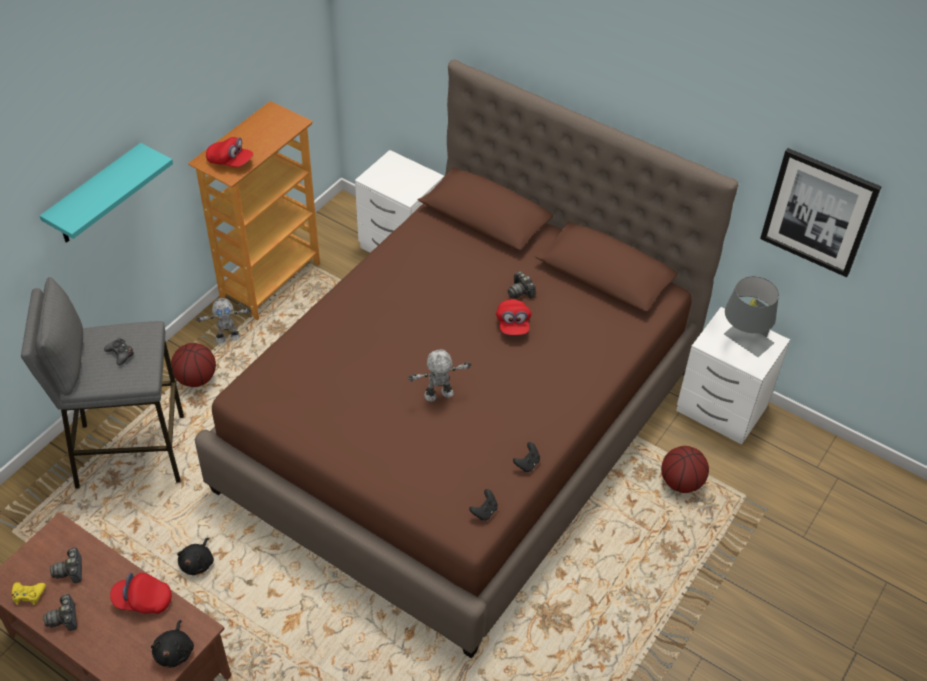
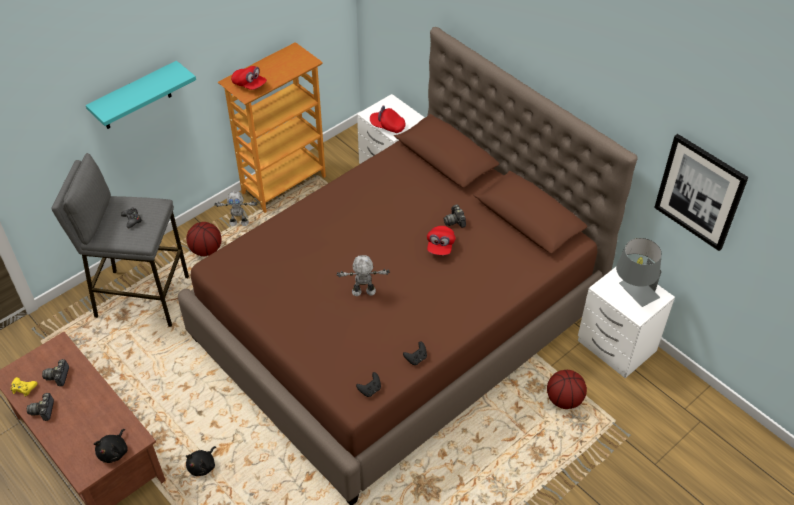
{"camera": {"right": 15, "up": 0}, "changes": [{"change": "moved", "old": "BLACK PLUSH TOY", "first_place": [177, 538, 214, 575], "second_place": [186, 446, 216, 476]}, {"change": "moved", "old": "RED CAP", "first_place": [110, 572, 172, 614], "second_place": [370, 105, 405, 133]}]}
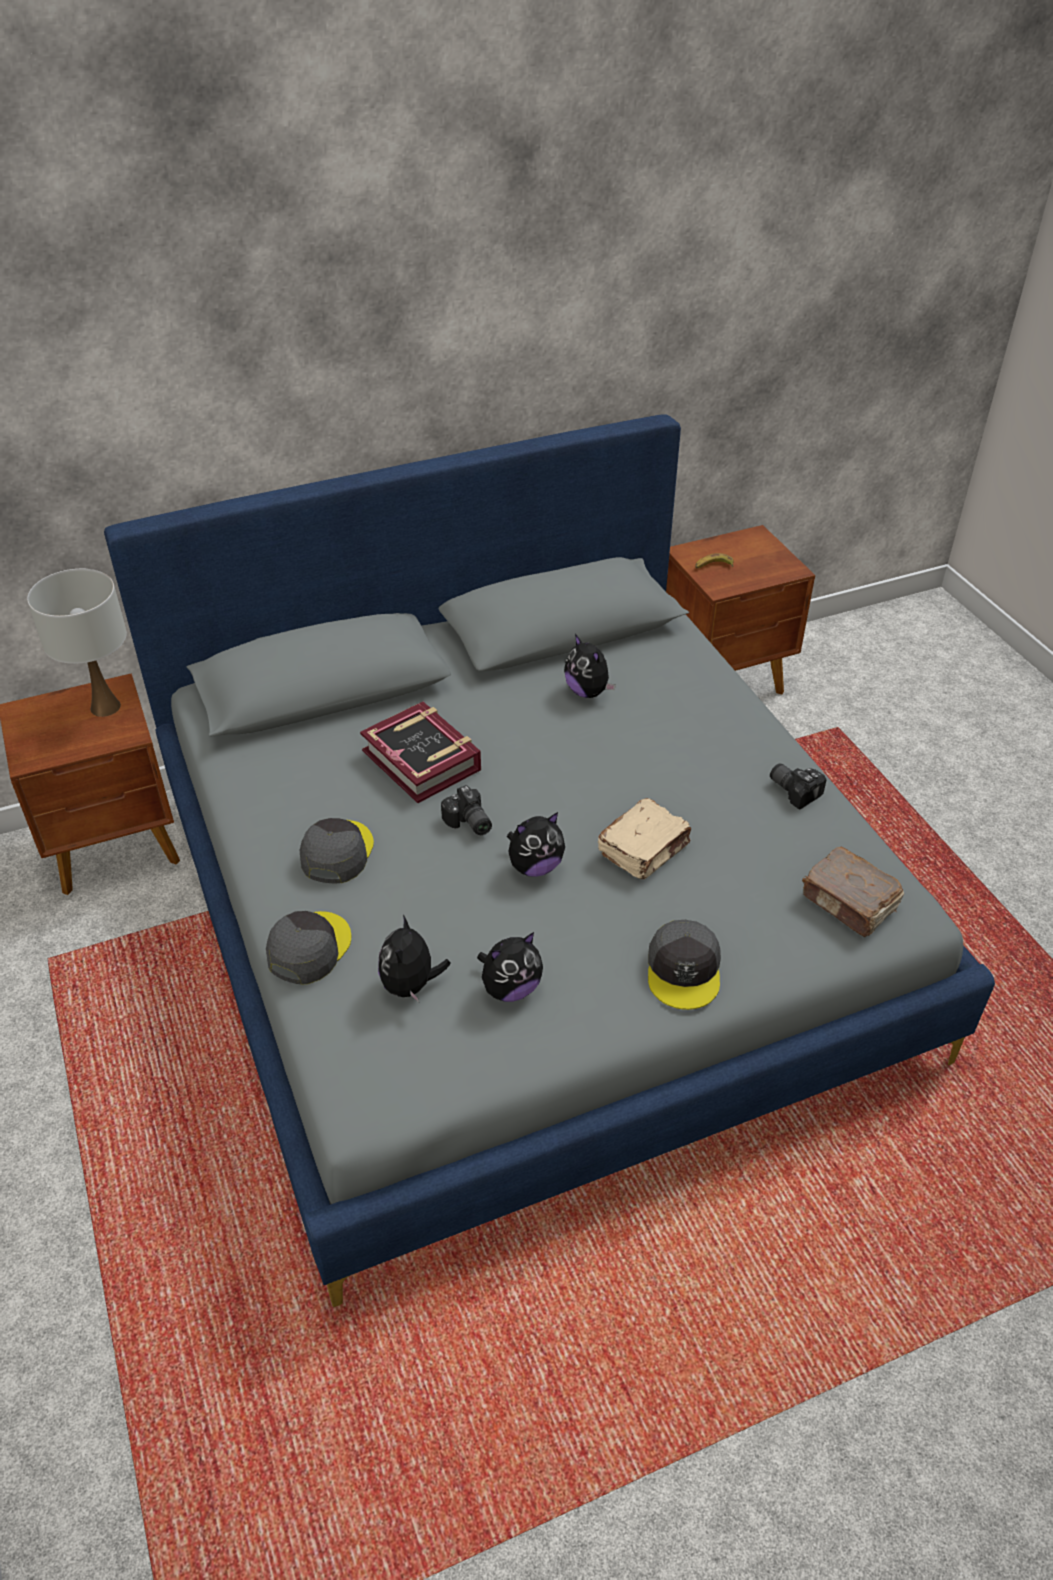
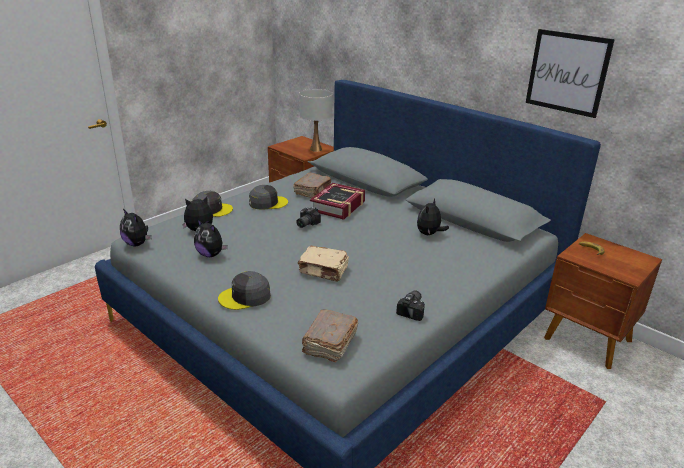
{"camera": {"right": 65, "up": -15}, "changes": [{"change": "moved", "old": "PLUSH TOY", "first_place": [507, 812, 565, 877], "second_place": [120, 209, 151, 246]}, {"change": "added", "new": "BROWN BOOK", "second_place": [294, 173, 331, 198]}, {"change": "added", "new": "PICTURE", "second_place": [526, 29, 615, 118]}]}
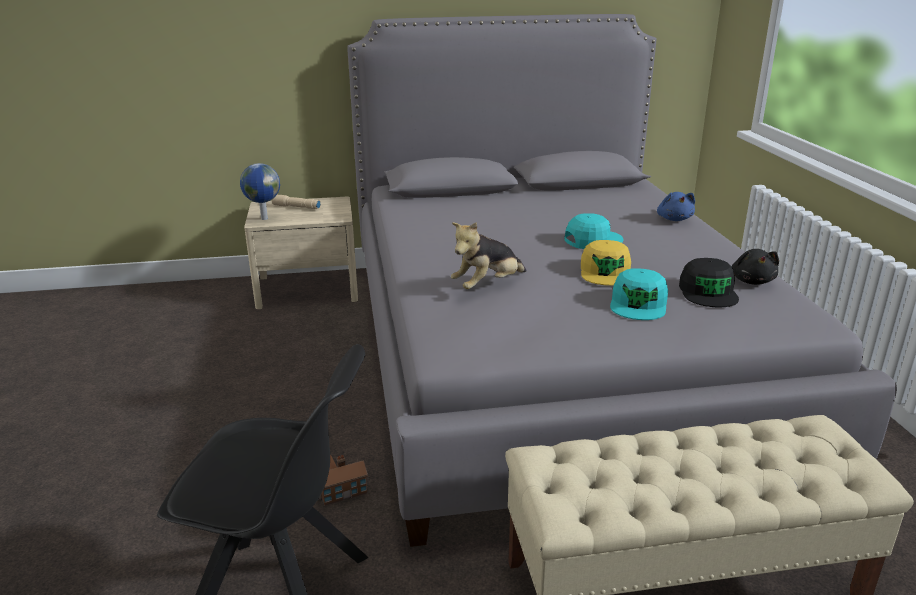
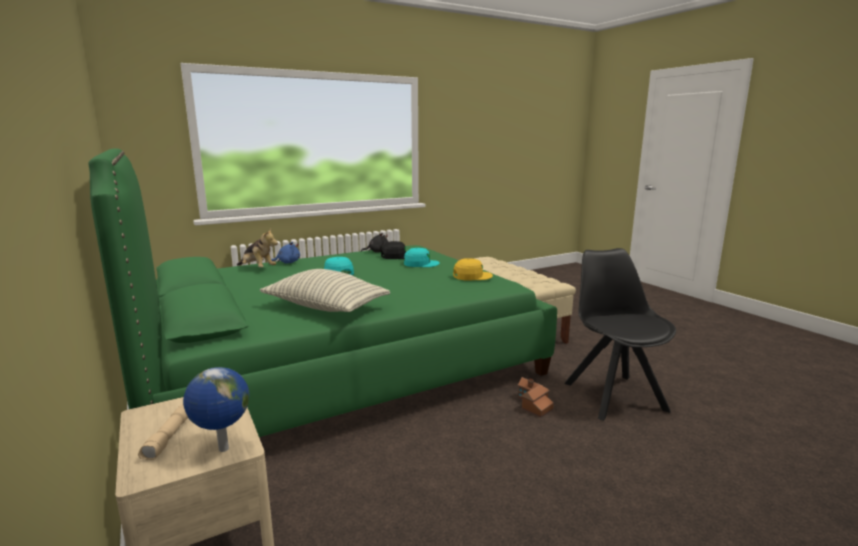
{"camera": {"right": -110, "up": -10}, "changes": [{"change": "recoloured", "old": "GREY BED", "new": "GREEN BED", "first_place": [347, 14, 897, 547], "second_place": [88, 148, 557, 437]}, {"change": "moved", "old": "PLUSH TOY", "first_place": [451, 222, 526, 289], "second_place": [237, 228, 278, 268]}, {"change": "added", "new": "PILLOW", "second_place": [260, 269, 390, 312]}, {"change": "moved", "old": "YELLOW CAP", "first_place": [581, 240, 631, 286], "second_place": [453, 258, 493, 281]}]}
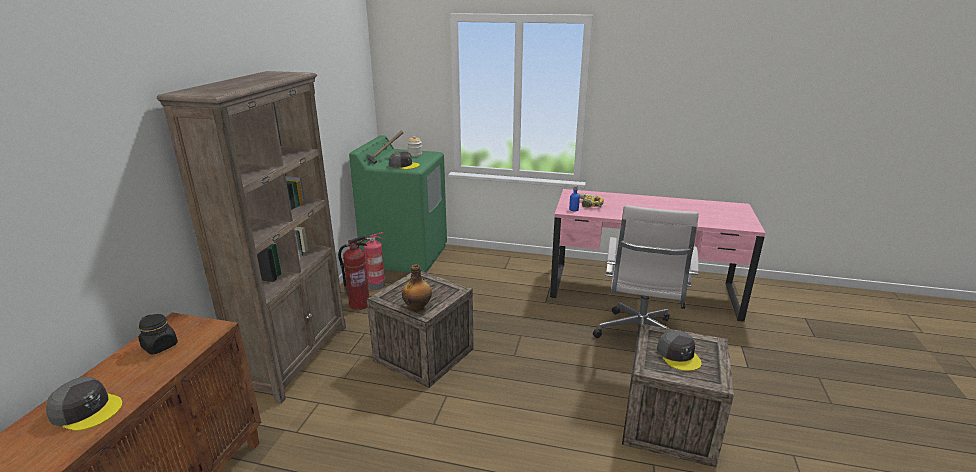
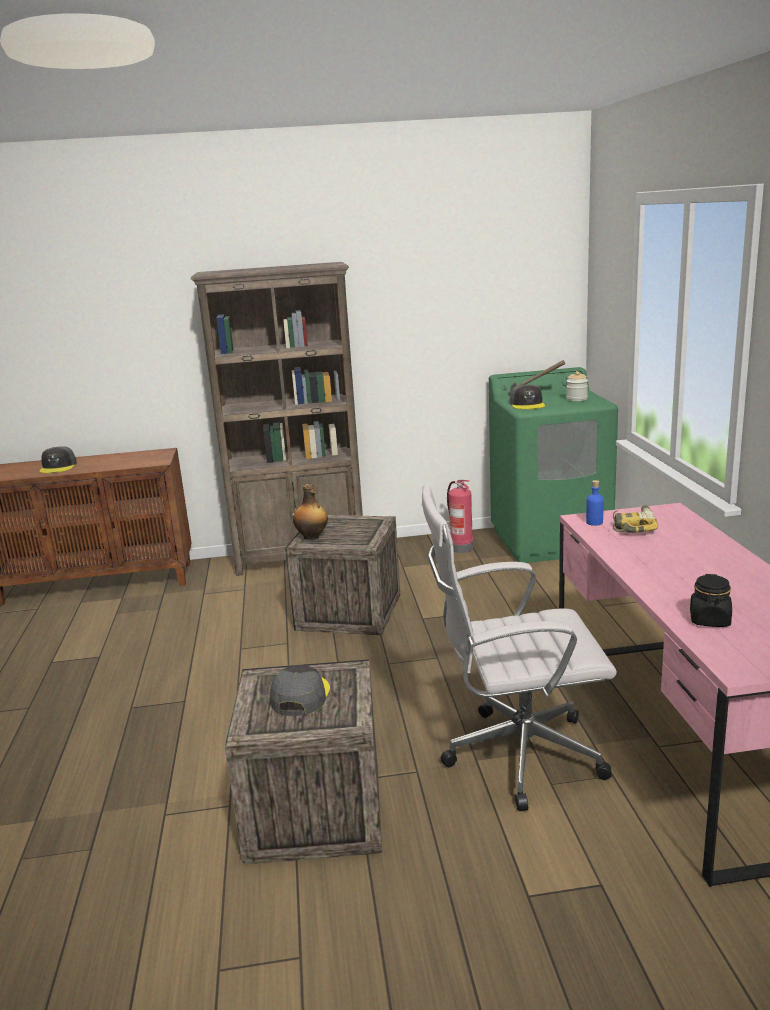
{"camera": {"right": 70, "up": -5}, "changes": [{"change": "turned", "old": "GREY CAP", "first_place": [657, 331, 701, 371], "second_place": [270, 665, 330, 716], "degrees": 135}, {"change": "moved", "old": "BLACK JAR", "first_place": [138, 314, 178, 354], "second_place": [690, 574, 732, 627]}, {"change": "removed", "old": "FIRE EXTINGUISHER", "first_place": [338, 235, 370, 310]}]}
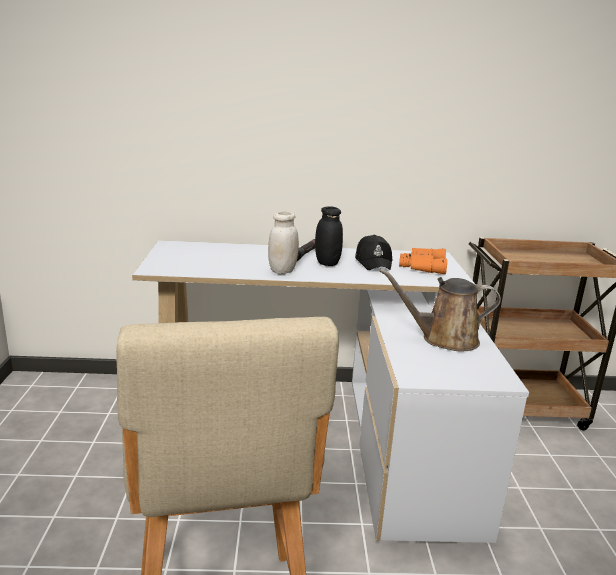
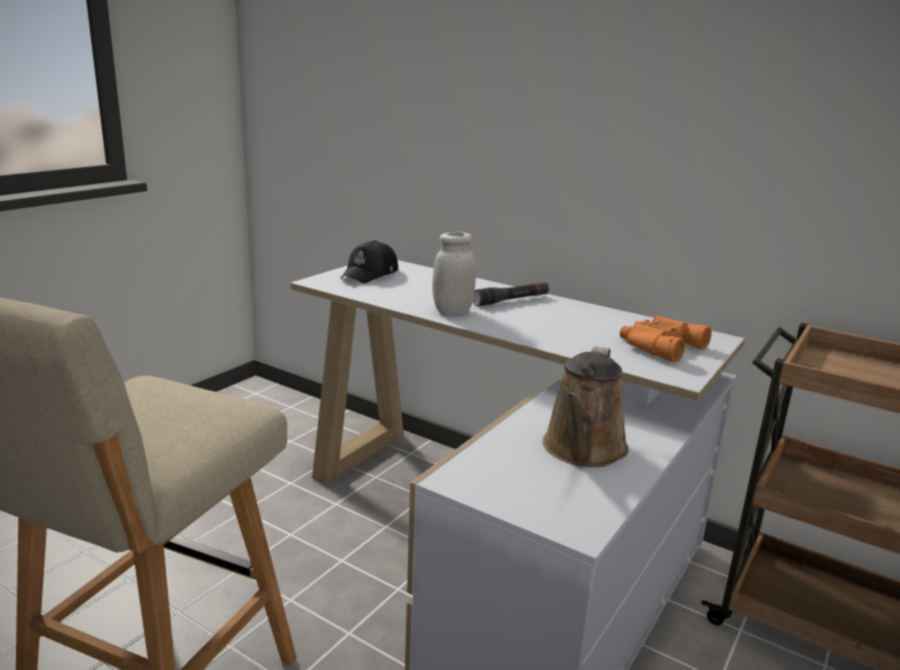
{"camera": {"right": 35, "up": 0}, "changes": [{"change": "moved", "old": "BLACK CAP", "first_place": [355, 235, 392, 270], "second_place": [340, 240, 398, 283]}, {"change": "turned", "old": "BROWN WATERING CAN", "first_place": [379, 269, 501, 351], "second_place": [543, 347, 629, 467], "degrees": -105}, {"change": "removed", "old": "BLACK JAR", "first_place": [315, 206, 343, 266]}]}
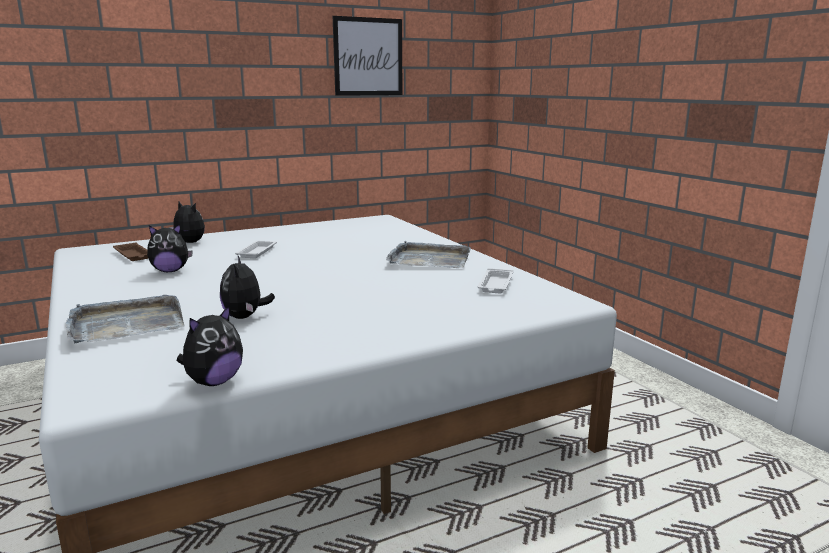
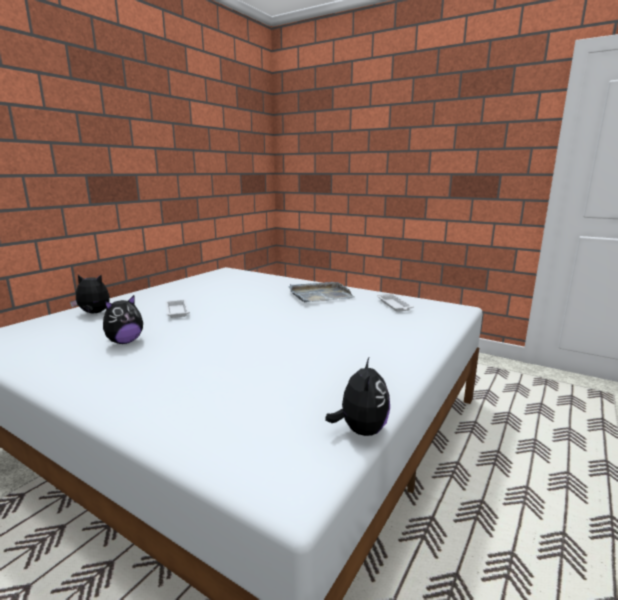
{"camera": {"right": -30, "up": 0}, "changes": [{"change": "removed", "old": "GREY TRAY", "first_place": [66, 295, 185, 343]}, {"change": "removed", "old": "BROWN TRAY", "first_place": [113, 243, 148, 261]}, {"change": "removed", "old": "PLUSH TOY", "first_place": [220, 256, 275, 319]}, {"change": "removed", "old": "PICTURE", "first_place": [333, 16, 402, 96]}]}
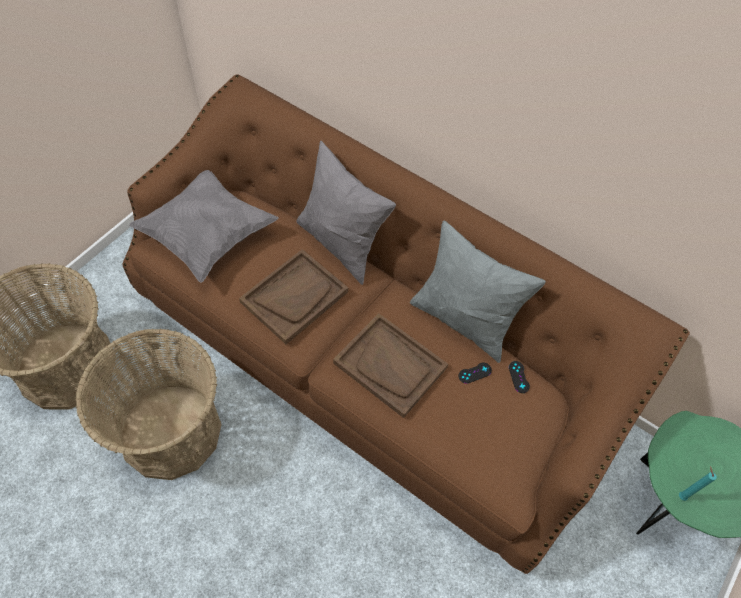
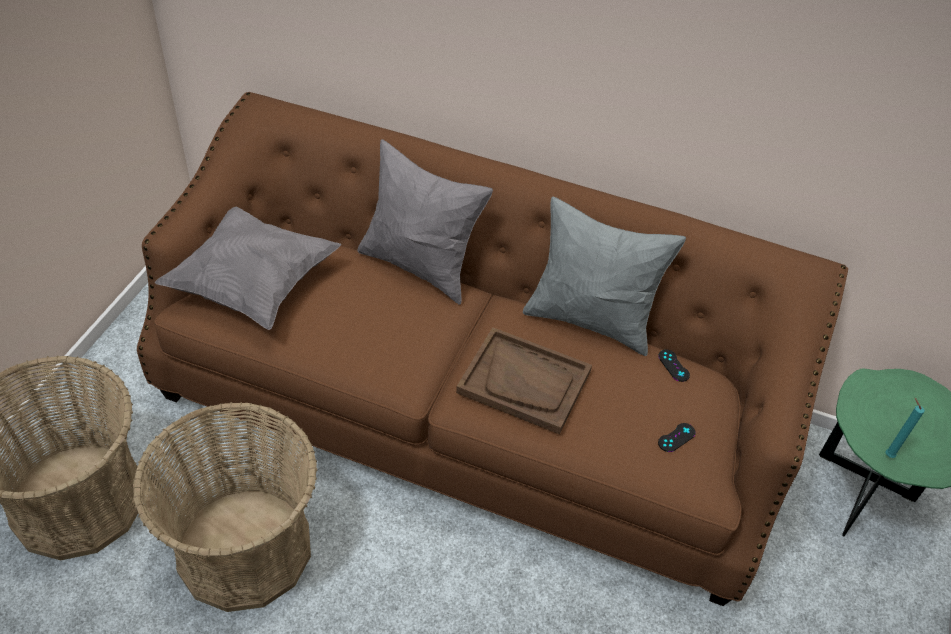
{"camera": {"right": -15, "up": -10}, "changes": [{"change": "moved", "old": "BLACK GAME CONTROLLER", "first_place": [458, 363, 492, 384], "second_place": [658, 423, 696, 452]}, {"change": "removed", "old": "BROWN TRAY", "first_place": [239, 249, 348, 344]}]}
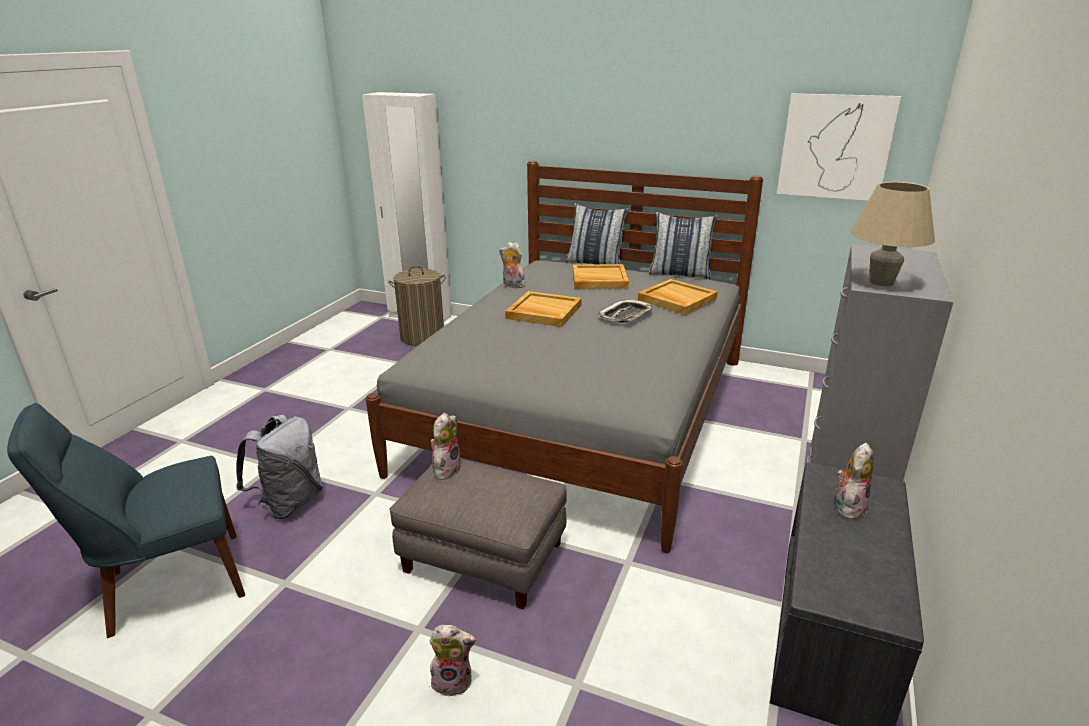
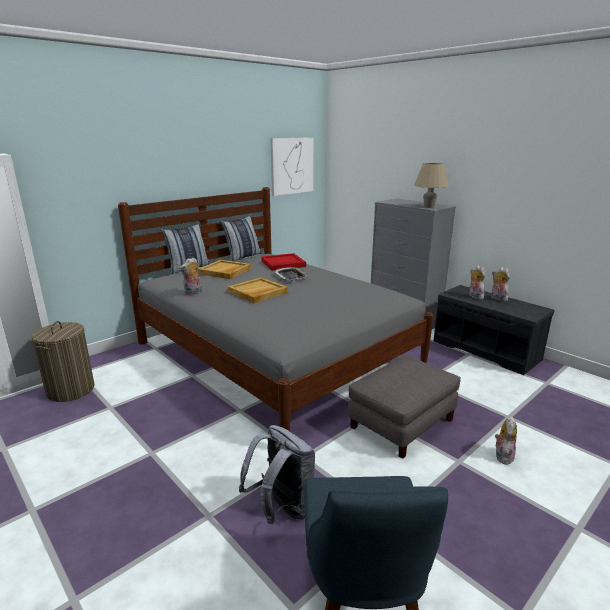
{"camera": {"right": -65, "up": -5}, "changes": [{"change": "recoloured", "old": "BEIGE TRAY", "new": "RED TRAY", "first_place": [638, 279, 718, 315], "second_place": [261, 253, 306, 271]}, {"change": "moved", "old": "PLUSH TOY", "first_place": [430, 413, 462, 480], "second_place": [491, 267, 510, 301]}]}
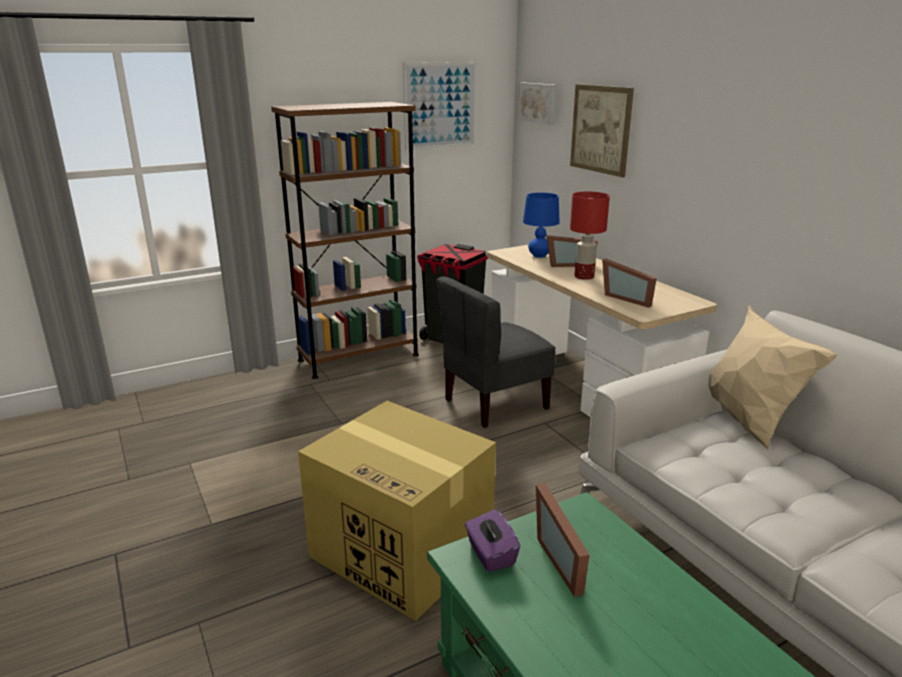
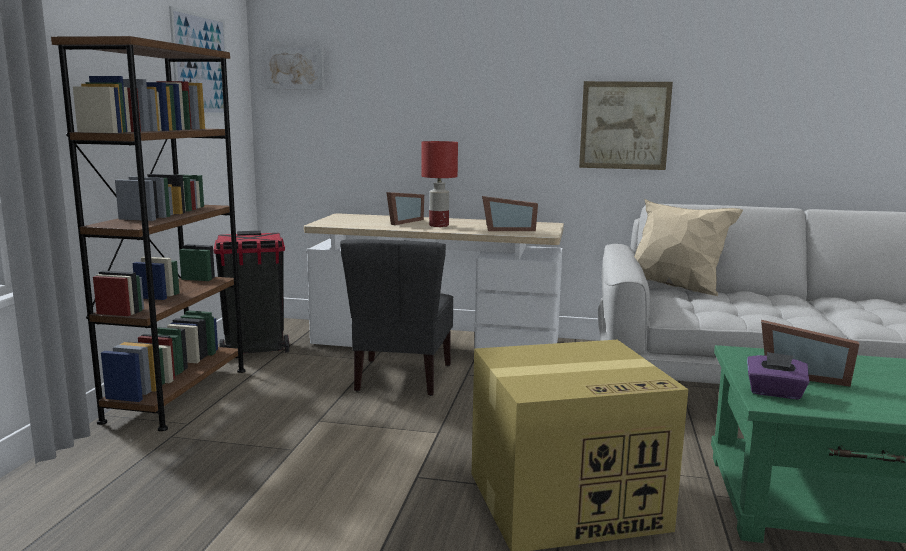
{"camera": {"right": -50, "up": -10}, "changes": [{"change": "moved", "old": "PICTURE", "first_place": [570, 84, 634, 177], "second_place": [579, 81, 673, 170]}, {"change": "removed", "old": "BLUE TABLE LAMP", "first_place": [523, 192, 560, 258]}]}
